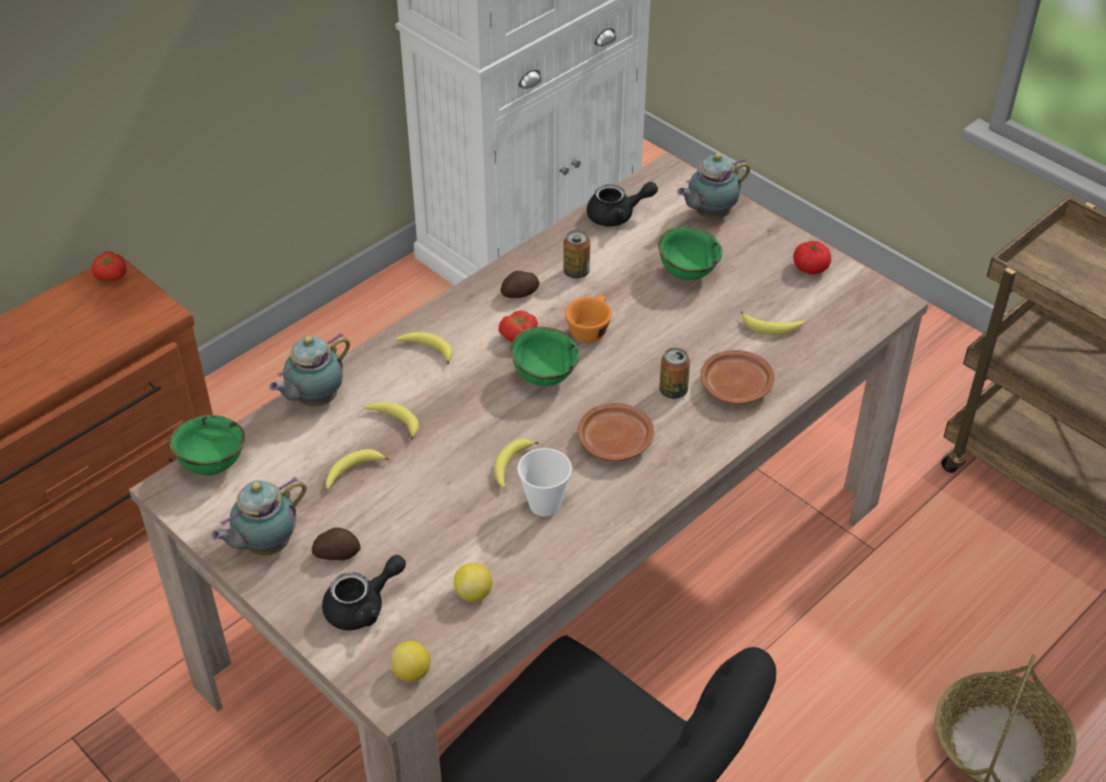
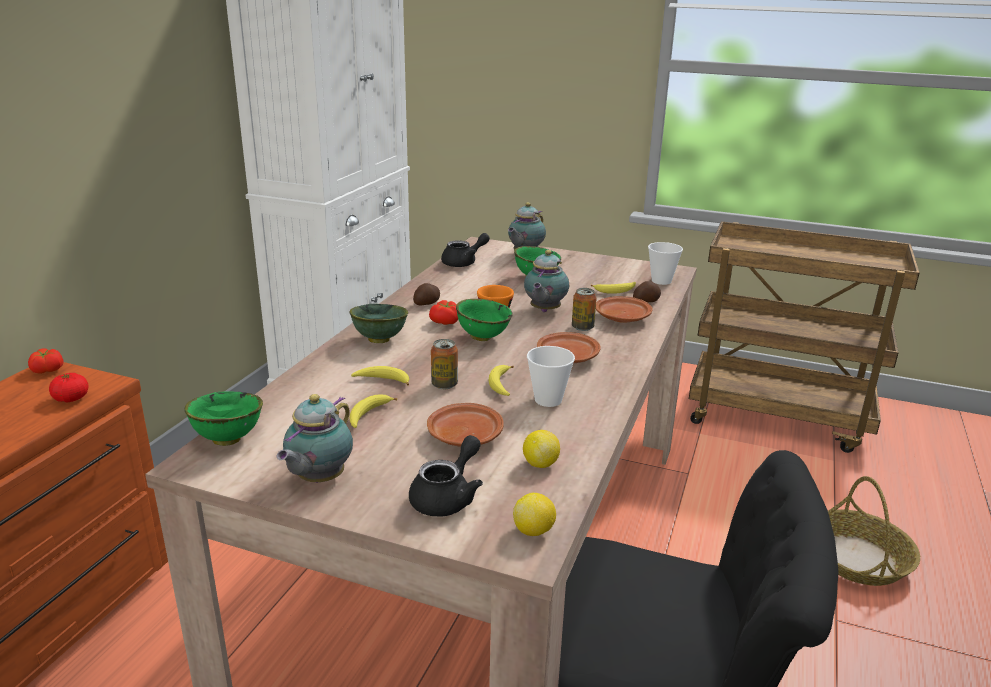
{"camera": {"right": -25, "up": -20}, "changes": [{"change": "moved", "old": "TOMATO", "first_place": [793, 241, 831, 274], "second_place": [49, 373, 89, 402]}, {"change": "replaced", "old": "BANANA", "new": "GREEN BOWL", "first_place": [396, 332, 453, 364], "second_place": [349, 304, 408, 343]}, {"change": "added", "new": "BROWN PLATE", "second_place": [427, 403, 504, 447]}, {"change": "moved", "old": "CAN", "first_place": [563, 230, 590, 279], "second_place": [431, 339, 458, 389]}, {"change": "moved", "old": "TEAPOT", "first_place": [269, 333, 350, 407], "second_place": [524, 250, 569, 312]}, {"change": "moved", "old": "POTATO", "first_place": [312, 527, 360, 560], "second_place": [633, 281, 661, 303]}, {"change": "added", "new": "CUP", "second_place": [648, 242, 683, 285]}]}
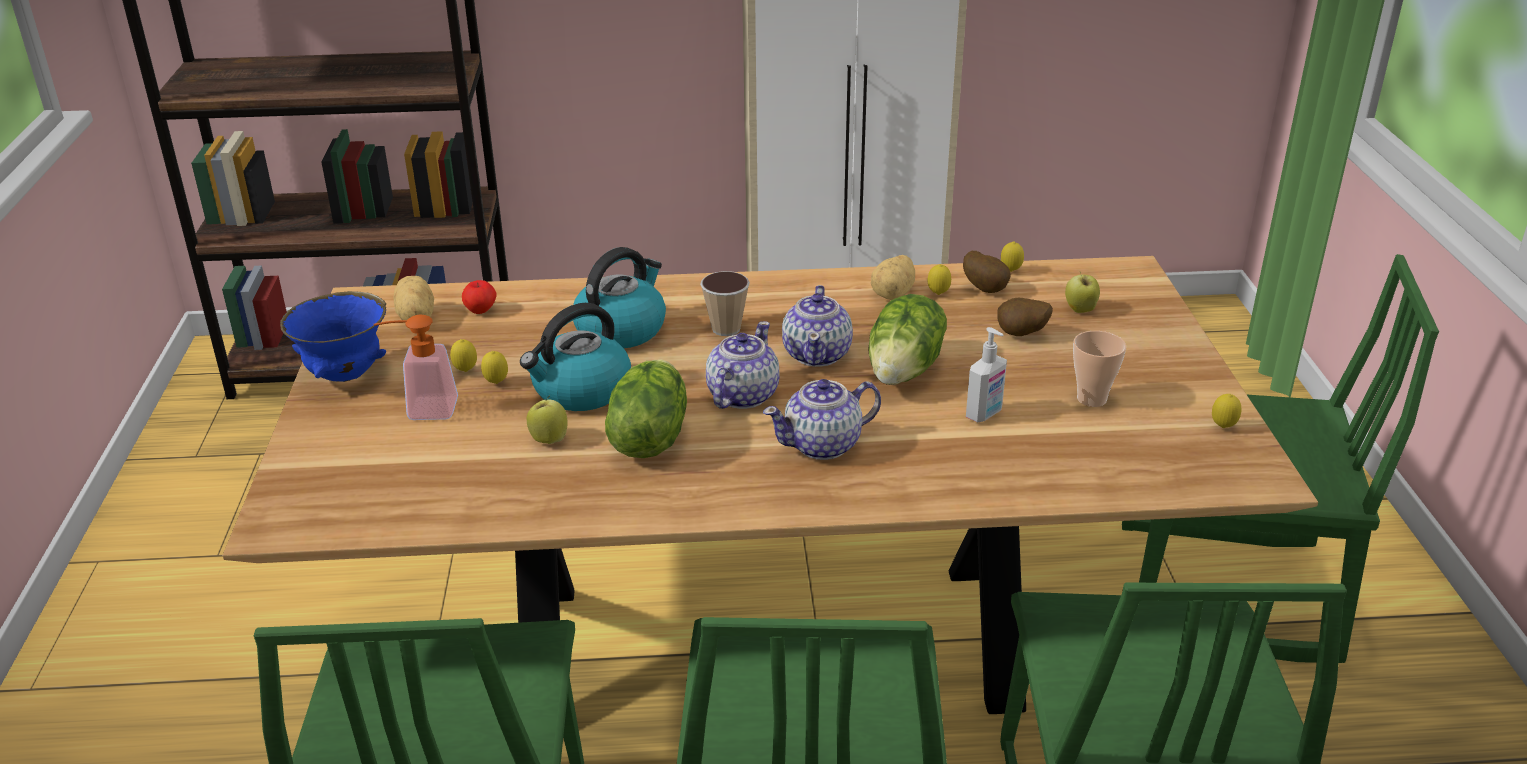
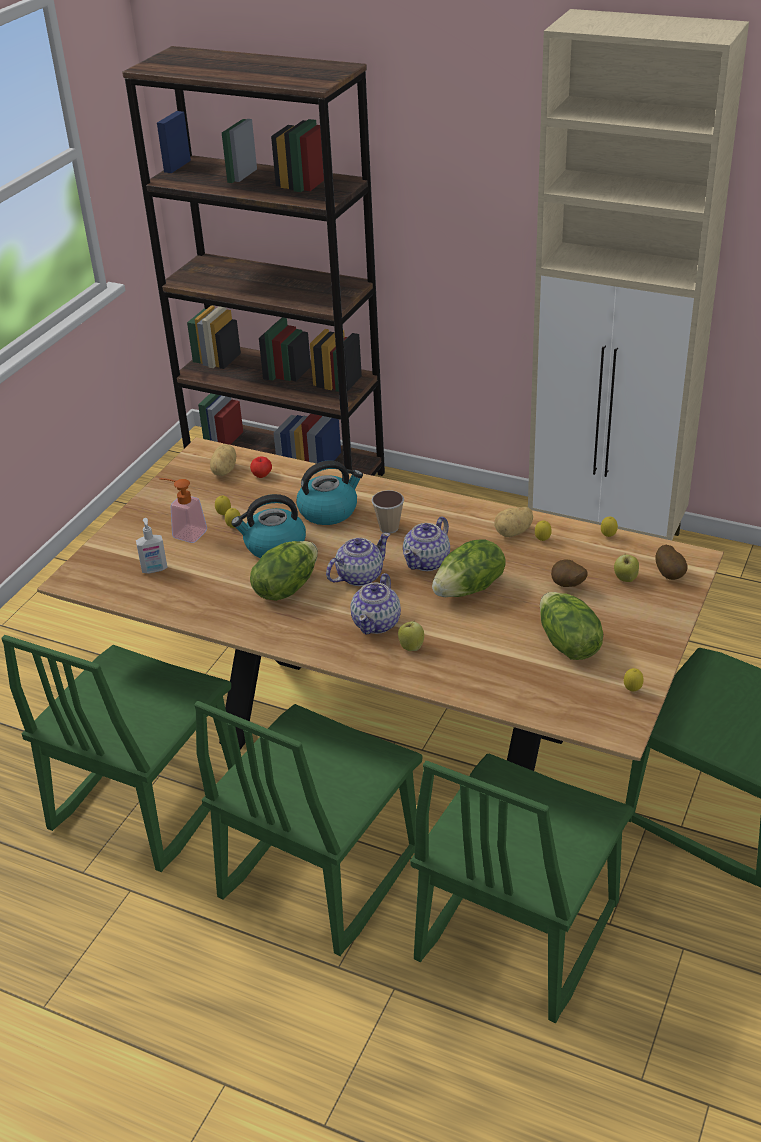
{"camera": {"right": 30, "up": 5}, "changes": [{"change": "moved", "old": "SOAP DISPENSER", "first_place": [966, 327, 1007, 422], "second_place": [136, 518, 168, 573]}, {"change": "turned", "old": "TEAPOT", "first_place": [763, 379, 881, 460], "second_place": [350, 573, 401, 634], "degrees": -75}, {"change": "moved", "old": "APPLE", "first_place": [527, 396, 568, 444], "second_place": [398, 621, 424, 651]}, {"change": "replaced", "old": "CUP", "new": "LETTUCE", "first_place": [1073, 331, 1126, 407], "second_place": [540, 592, 603, 660]}, {"change": "moved", "old": "POTATO", "first_place": [963, 251, 1011, 293], "second_place": [656, 545, 688, 580]}, {"change": "removed", "old": "BLUE BOWL", "first_place": [280, 291, 386, 382]}]}
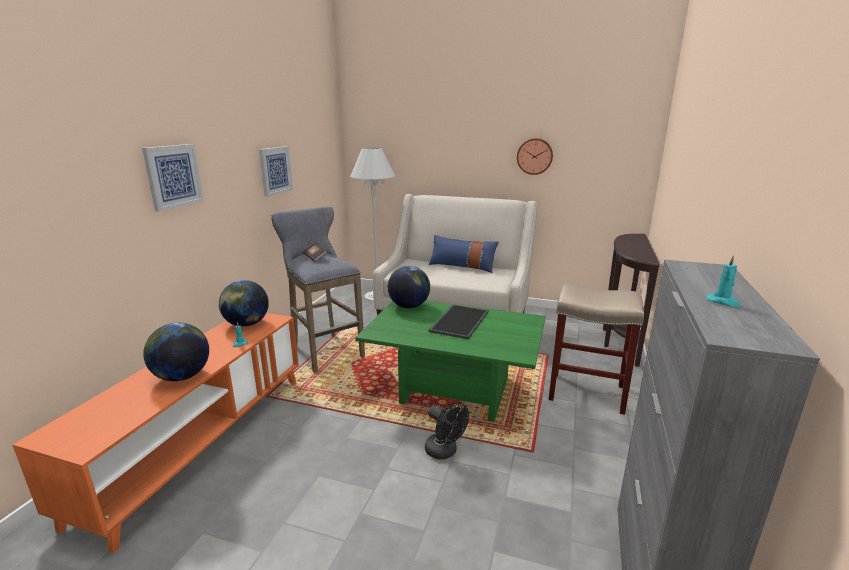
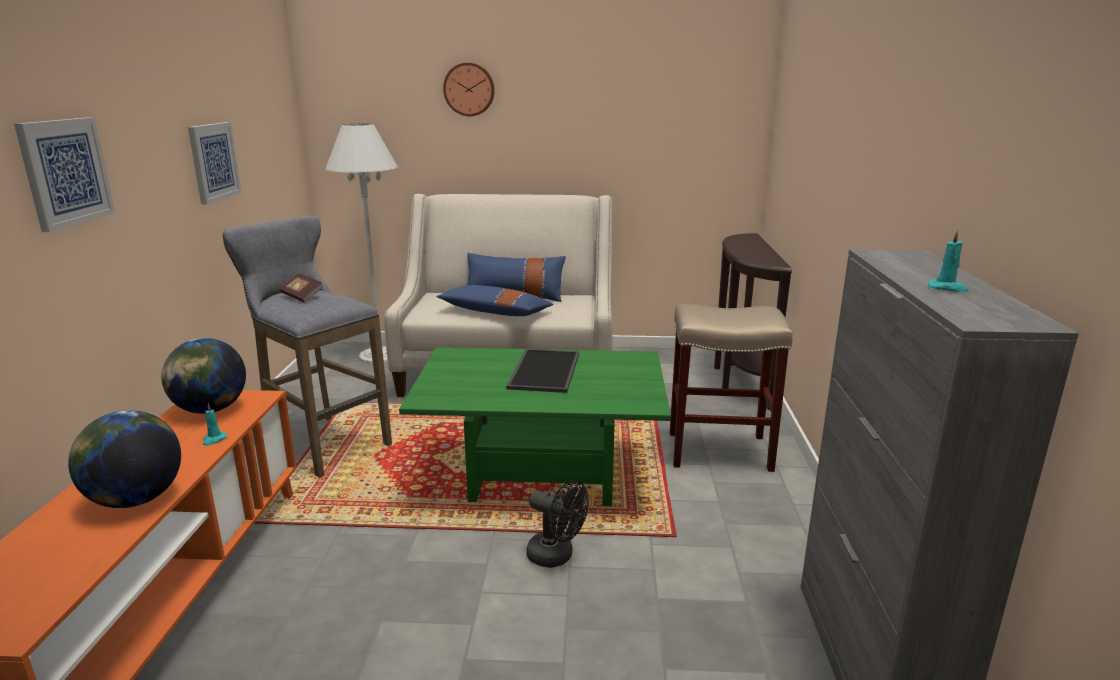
{"camera": {"right": -15, "up": 0}, "changes": [{"change": "added", "new": "BLUE PILLOW", "second_place": [436, 285, 554, 316]}, {"change": "moved", "old": "WALL CLOCK", "first_place": [517, 138, 553, 175], "second_place": [443, 63, 495, 116]}, {"change": "removed", "old": "GLOBE", "first_place": [388, 266, 430, 308]}]}
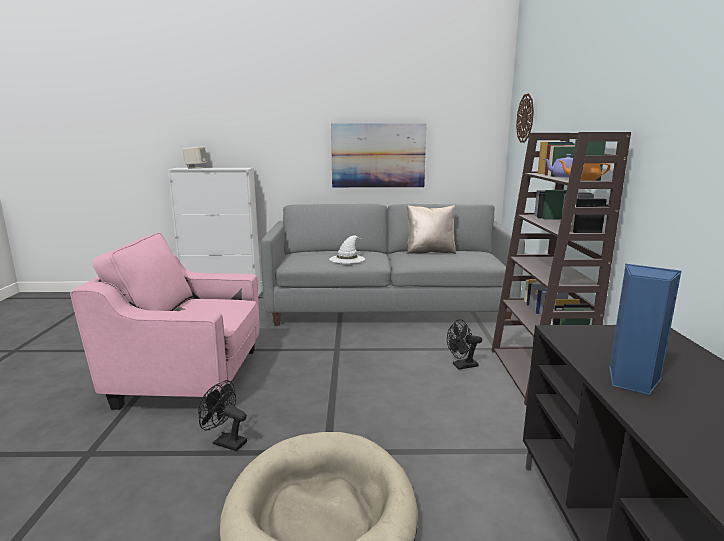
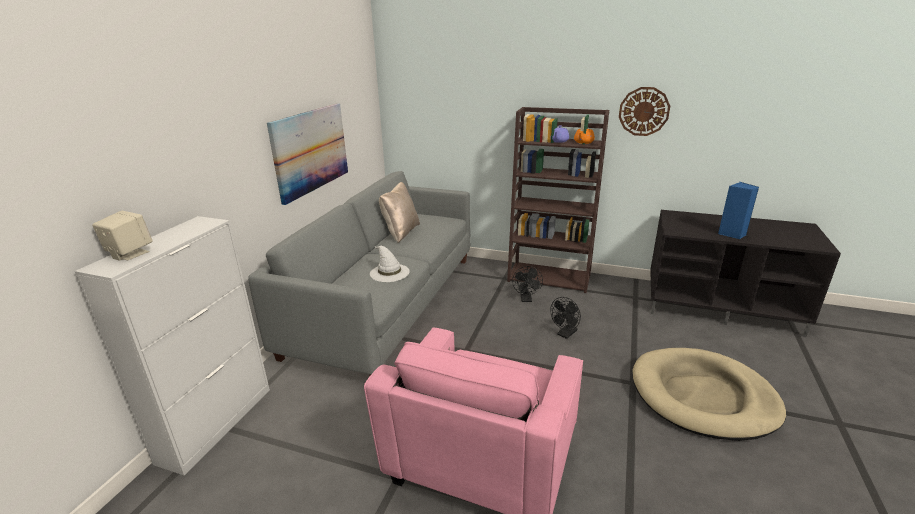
{"camera": {"right": -70, "up": 10}, "changes": [{"change": "moved", "old": "BLACK FAN", "first_place": [198, 380, 247, 451], "second_place": [550, 297, 581, 339]}, {"change": "moved", "old": "WALL CLOCK", "first_place": [516, 93, 534, 143], "second_place": [619, 87, 670, 136]}]}
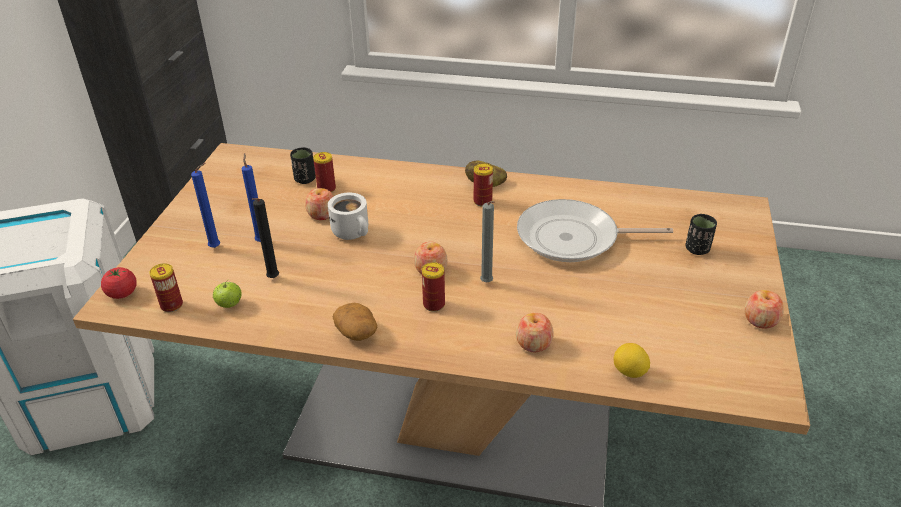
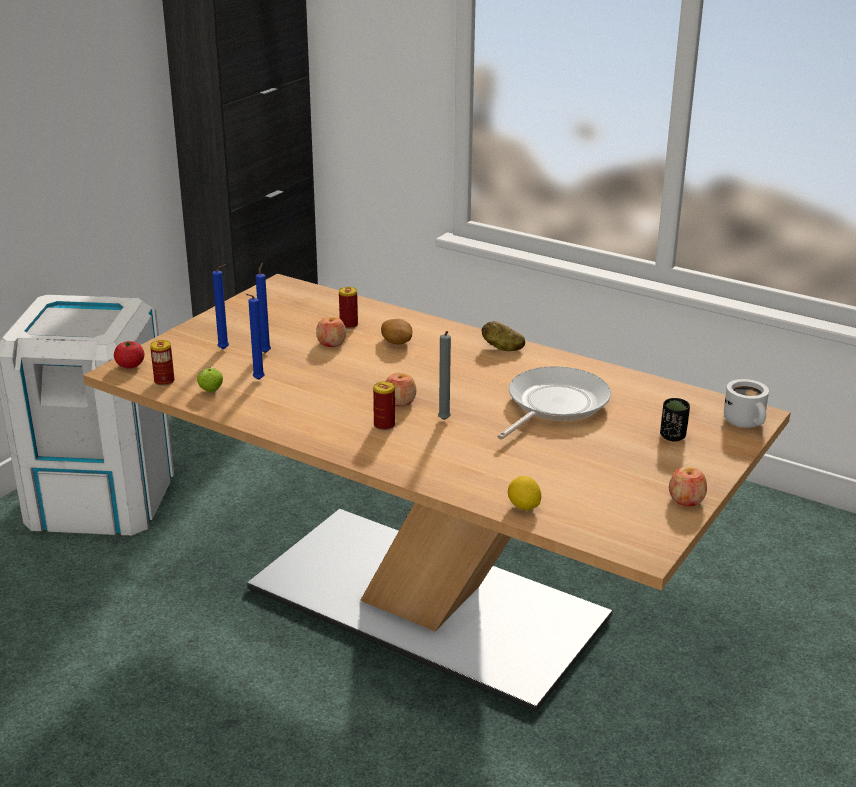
{"camera": {"right": 20, "up": -10}, "changes": [{"change": "recoloured", "old": "BLACK CANDLE", "new": "BLUE CANDLE", "first_place": [252, 198, 279, 278], "second_place": [246, 294, 265, 380]}, {"change": "moved", "old": "POTATO", "first_place": [333, 303, 377, 341], "second_place": [381, 319, 412, 345]}, {"change": "turned", "old": "FRYING PAN", "first_place": [517, 199, 673, 262], "second_place": [497, 366, 611, 440], "degrees": 105}, {"change": "moved", "old": "WHITE MUG", "first_place": [328, 193, 368, 240], "second_place": [724, 379, 769, 428]}, {"change": "removed", "old": "BLACK CUP", "first_place": [290, 147, 315, 184]}, {"change": "removed", "old": "CAN", "first_place": [474, 164, 493, 207]}, {"change": "removed", "old": "APPLE", "first_place": [516, 313, 554, 352]}]}
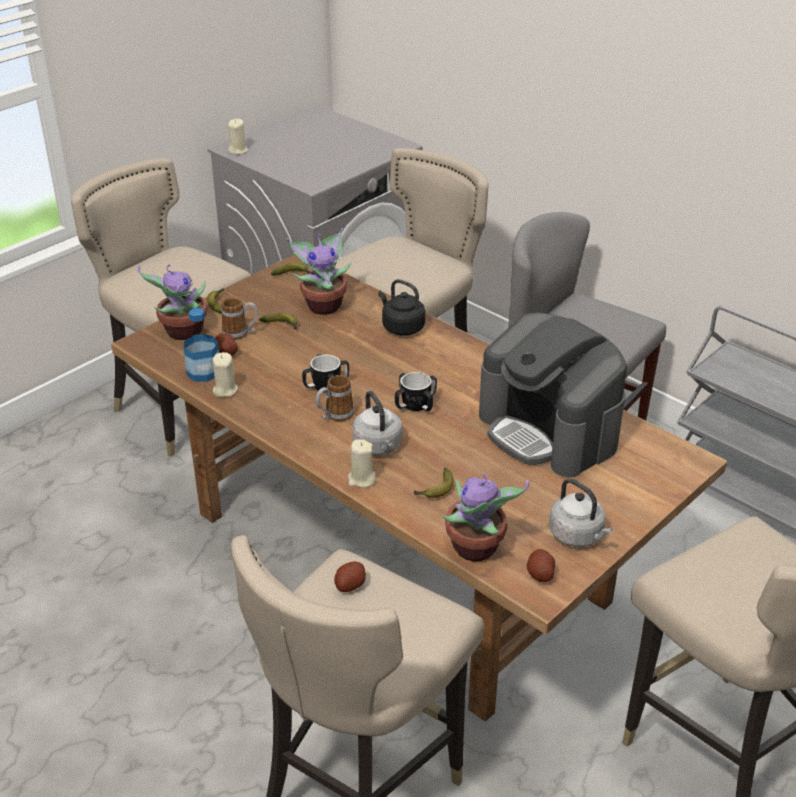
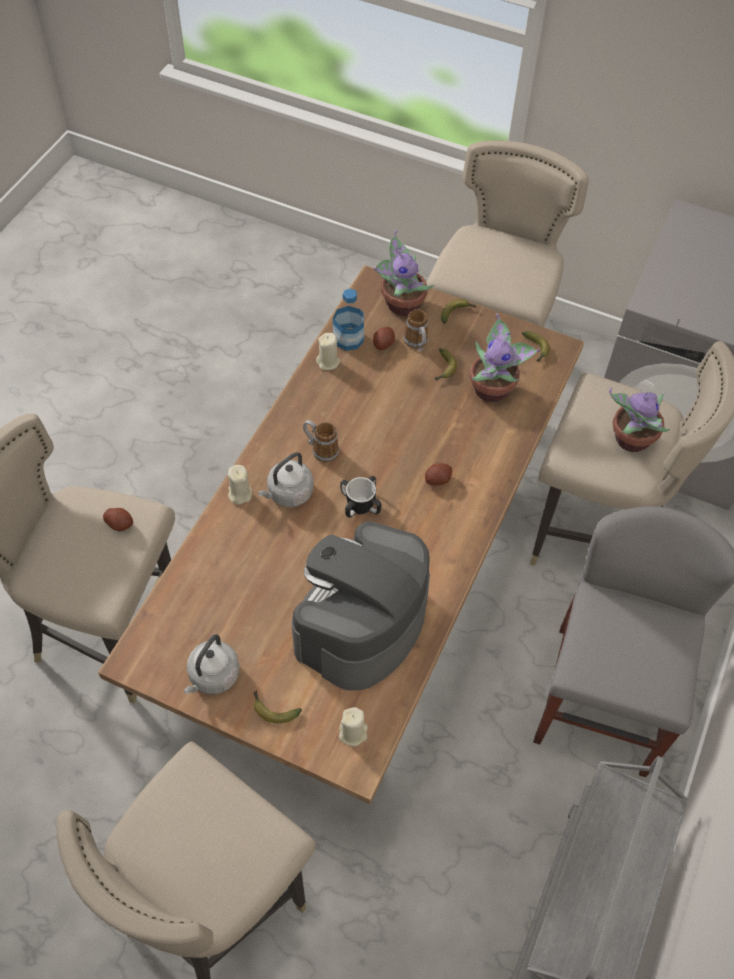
{"camera": {"right": 70, "up": 20}, "changes": [{"change": "moved", "old": "BANANA", "first_place": [414, 468, 454, 498], "second_place": [254, 690, 302, 723]}, {"change": "moved", "old": "BEIGE CANDLE", "first_place": [228, 119, 248, 155], "second_place": [339, 707, 368, 746]}, {"change": "moved", "old": "POTATO", "first_place": [527, 549, 555, 582], "second_place": [425, 463, 452, 485]}, {"change": "moved", "old": "POTTED PLANT", "first_place": [442, 474, 530, 562], "second_place": [609, 388, 670, 452]}, {"change": "removed", "old": "MUG", "first_place": [302, 354, 349, 393]}, {"change": "removed", "old": "BLACK KETTLE", "first_place": [378, 279, 425, 336]}]}
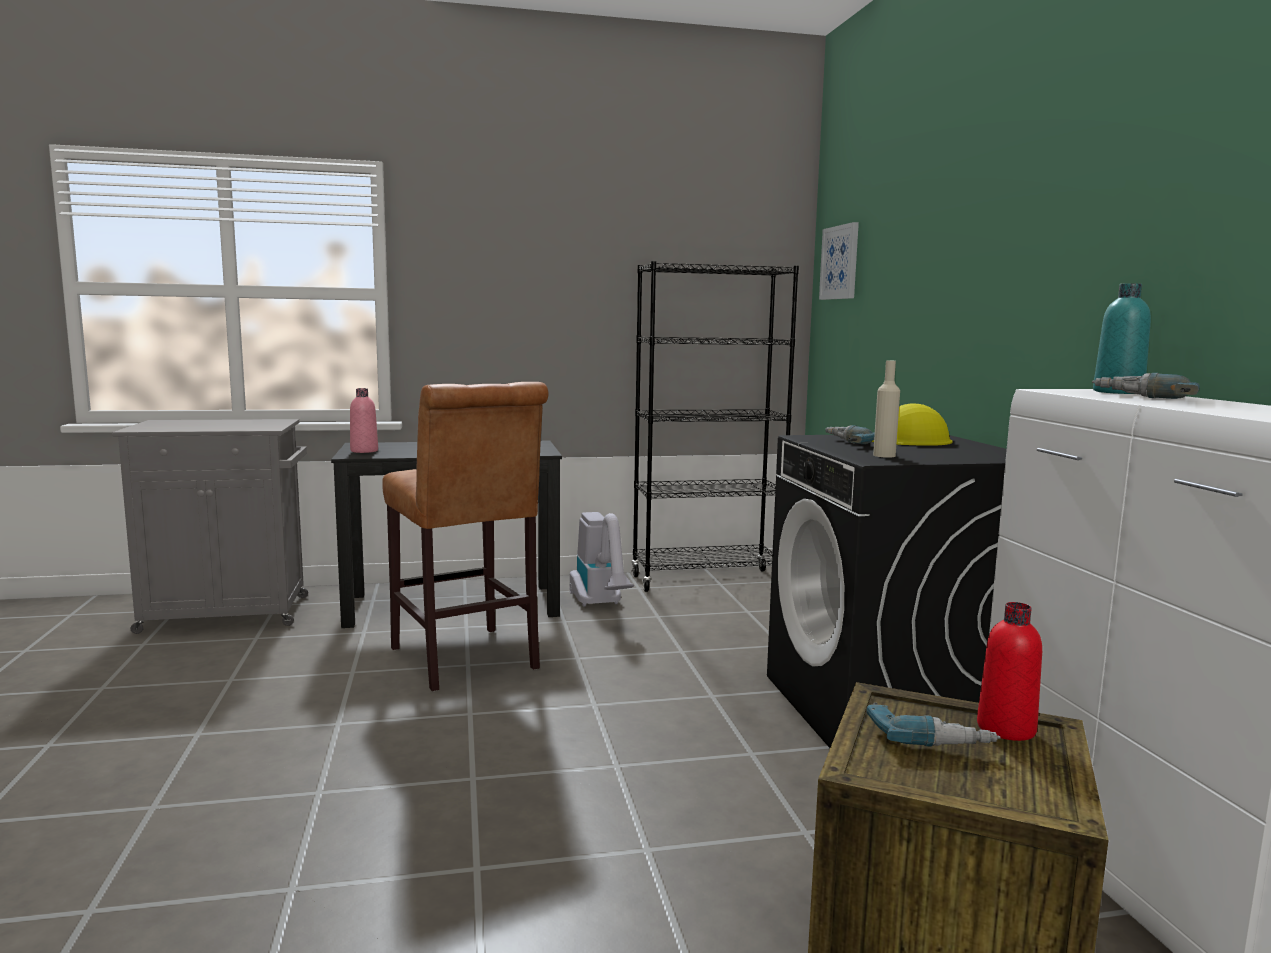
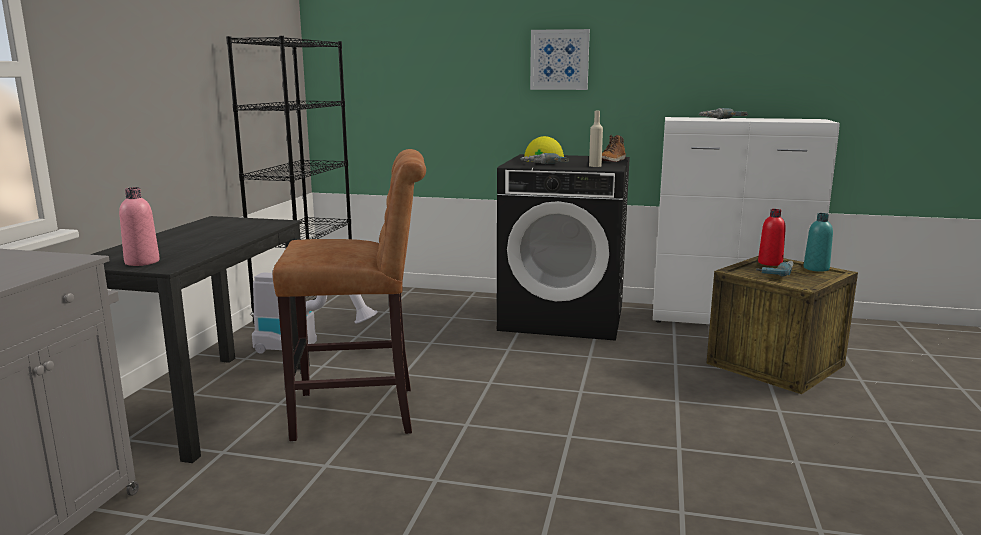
{"camera": {"right": -65, "up": 5}, "changes": [{"change": "moved", "old": "PICTURE", "first_place": [819, 222, 859, 300], "second_place": [530, 29, 590, 90]}, {"change": "added", "new": "BOOT", "second_place": [602, 135, 626, 162]}, {"change": "moved", "old": "TURQUOISE BOTTLE", "first_place": [1093, 283, 1151, 394], "second_place": [803, 213, 833, 272]}]}
